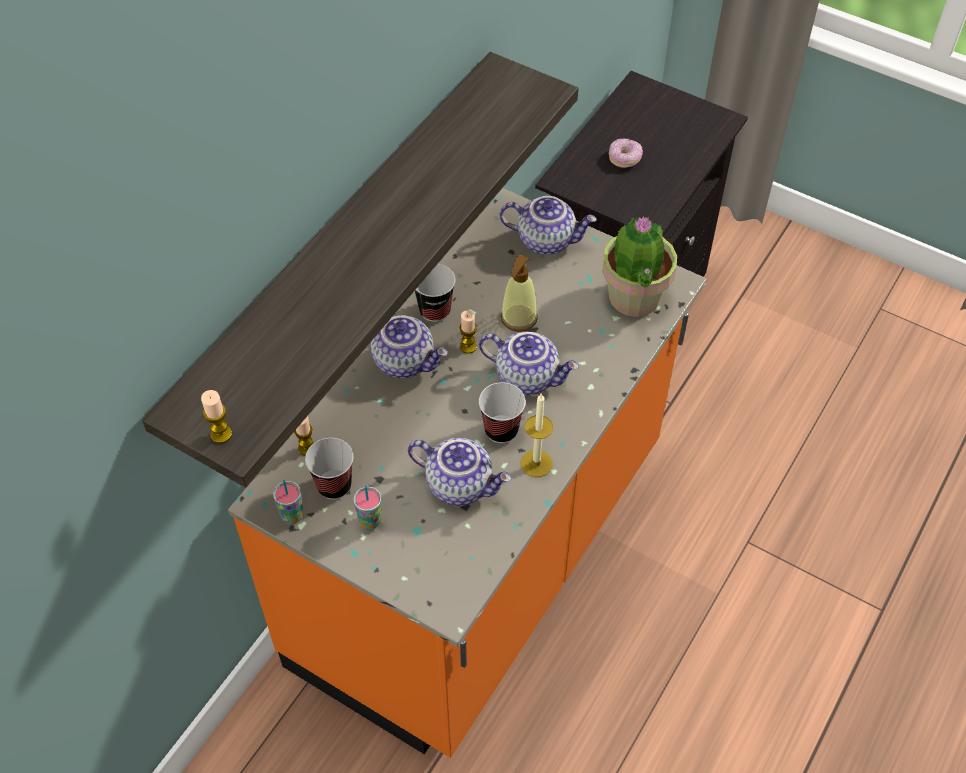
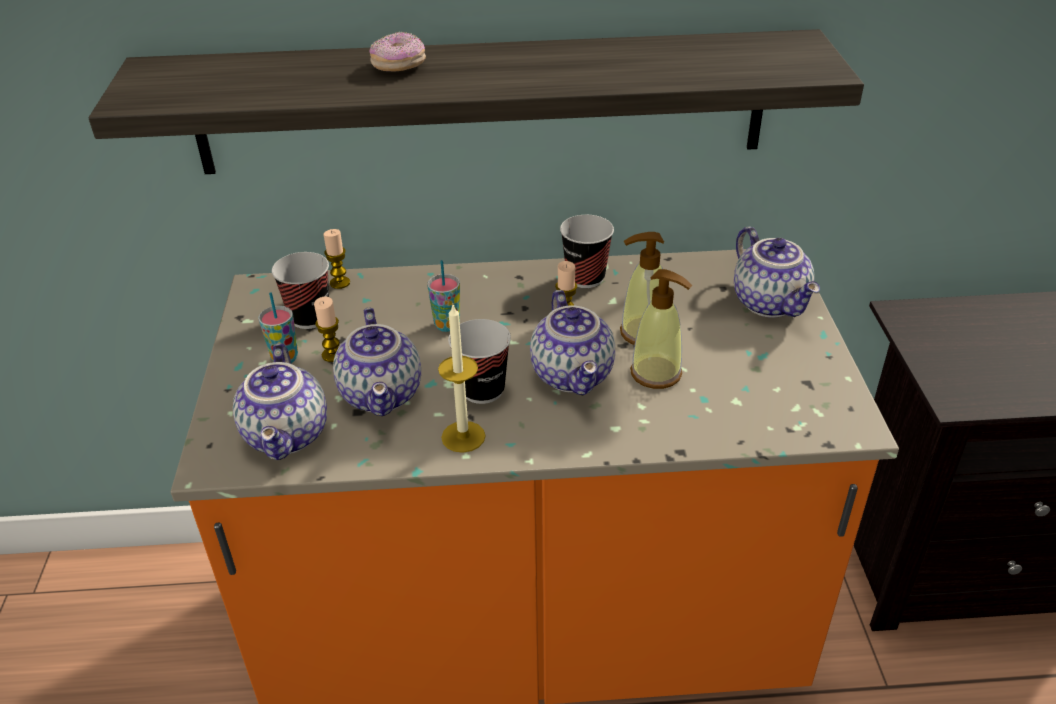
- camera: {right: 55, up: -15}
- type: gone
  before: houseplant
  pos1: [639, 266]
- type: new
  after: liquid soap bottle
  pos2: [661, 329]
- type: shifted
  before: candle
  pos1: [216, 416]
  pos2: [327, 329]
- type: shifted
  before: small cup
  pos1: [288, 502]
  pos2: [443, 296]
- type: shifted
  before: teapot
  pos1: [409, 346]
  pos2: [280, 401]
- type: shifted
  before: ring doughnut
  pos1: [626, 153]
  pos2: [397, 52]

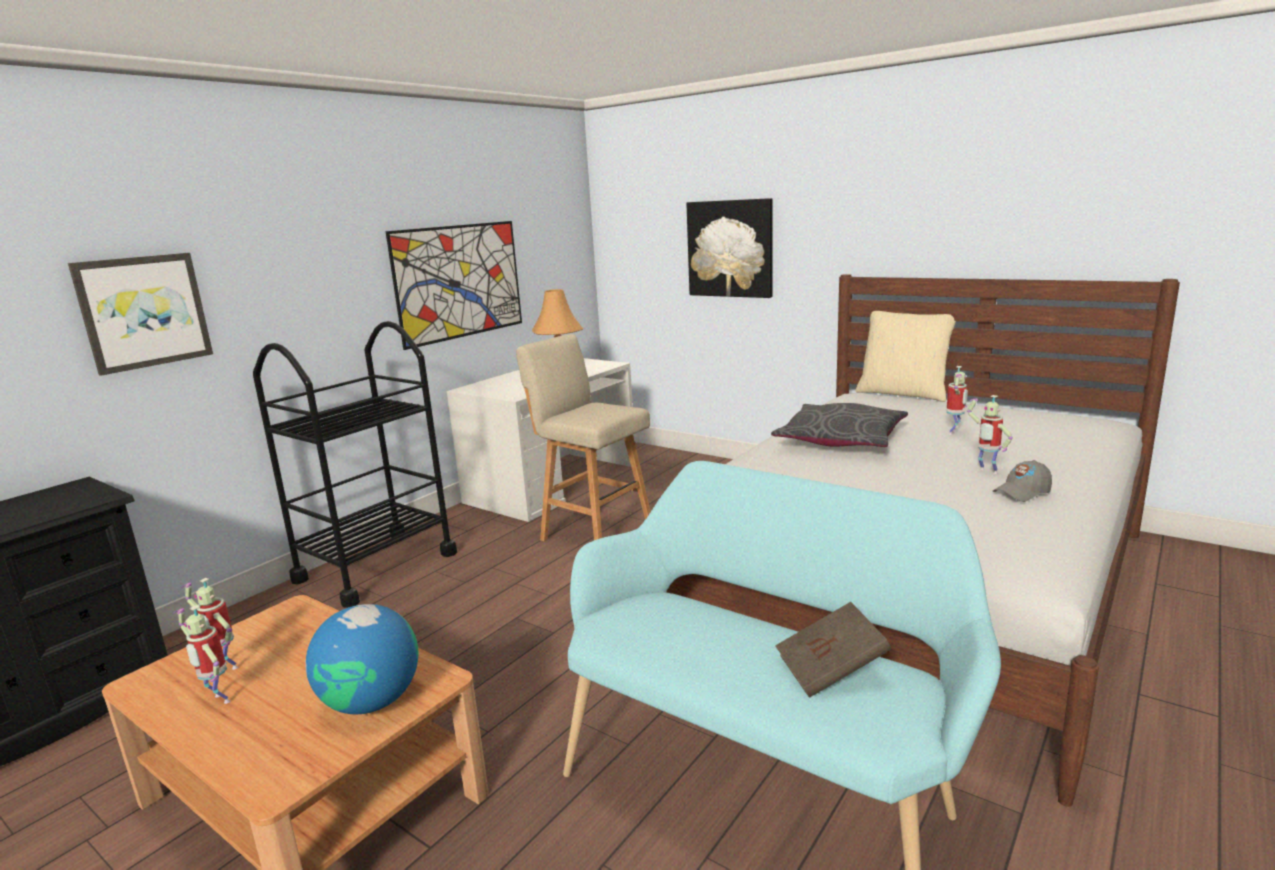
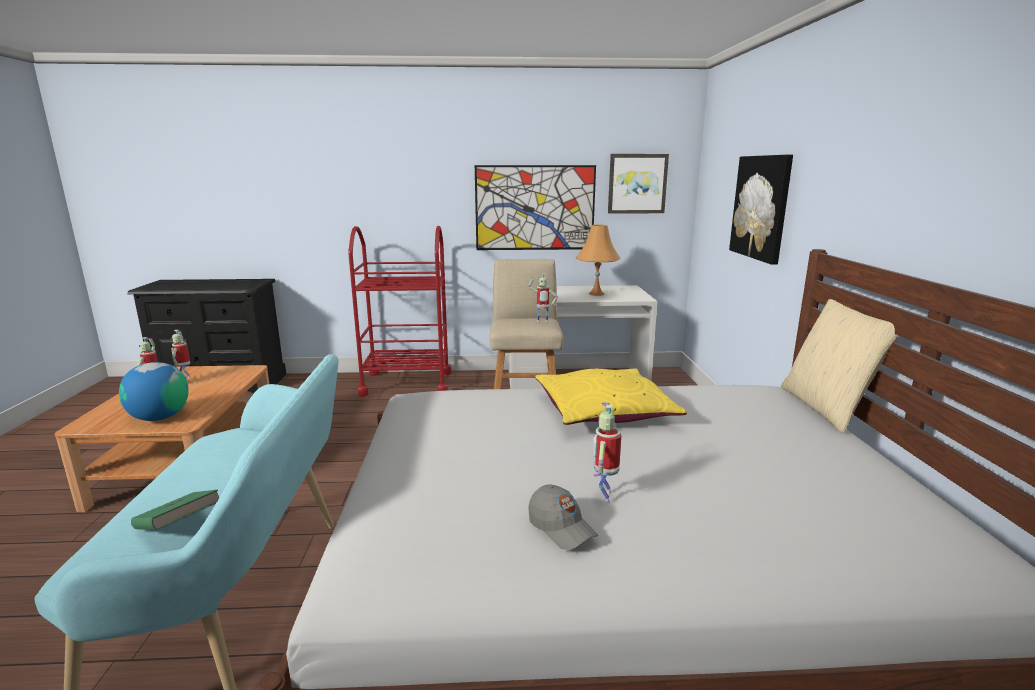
- camera: {right: 50, up: 0}
- type: shifted
  before: wall art
  pos1: [140, 314]
  pos2: [638, 184]
- type: shifted
  before: toy robot
  pos1: [957, 400]
  pos2: [543, 297]
- type: repainted
  before: black wheeled cart
  after: red-coloured wheeled cart
  pos1: [355, 464]
  pos2: [400, 311]
- type: repainted
  before: gray throw pillow
  after: yellowish throw pillow
  pos1: [839, 425]
  pos2: [611, 396]
- type: repainted
  before: brown-coloured book
  after: green-coloured book
  pos1: [833, 650]
  pos2: [175, 510]
- type: rotated
  before: gray peaked cap
  pos1: [1022, 481]
  pos2: [563, 517]
  turn: -150

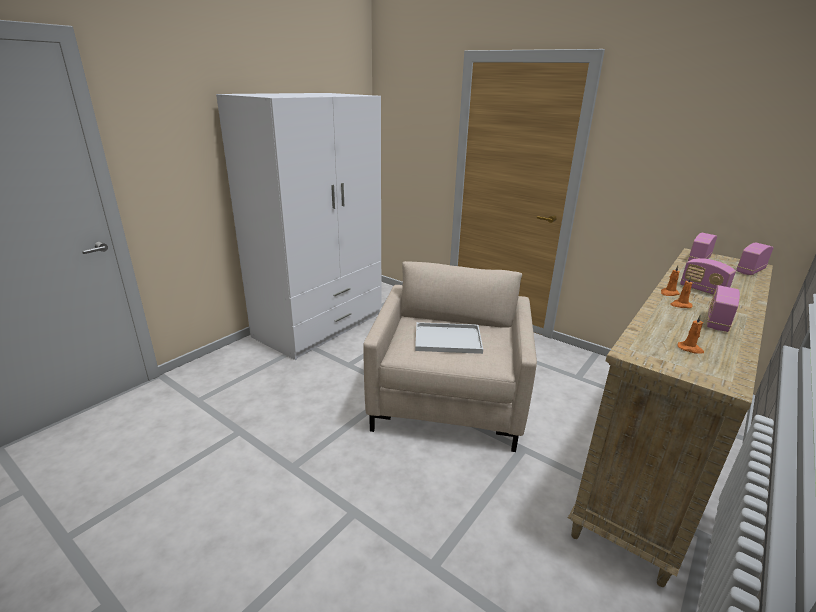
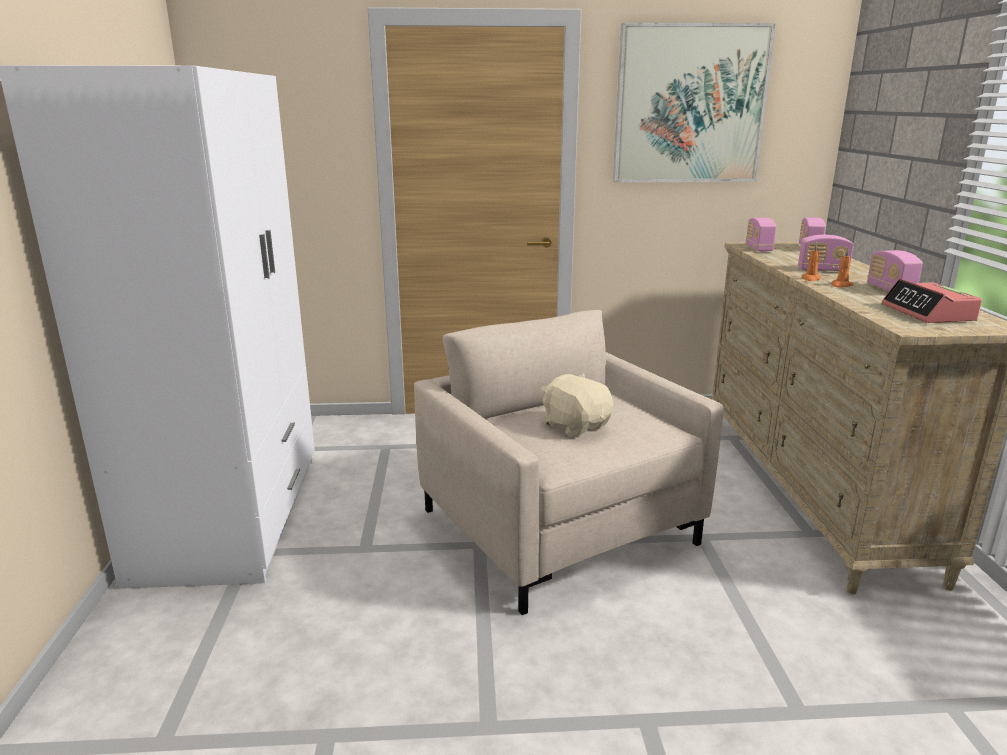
- camera: {right: -40, up: -5}
- type: new
  after: wall art
  pos2: [694, 102]
- type: swapped
  before: white-coloured carrying tray
  after: sand-coloured soft toy
  pos1: [449, 338]
  pos2: [577, 405]
- type: swapped
  before: orange-coloured candle
  after: bedside clock
  pos1: [690, 334]
  pos2: [932, 301]

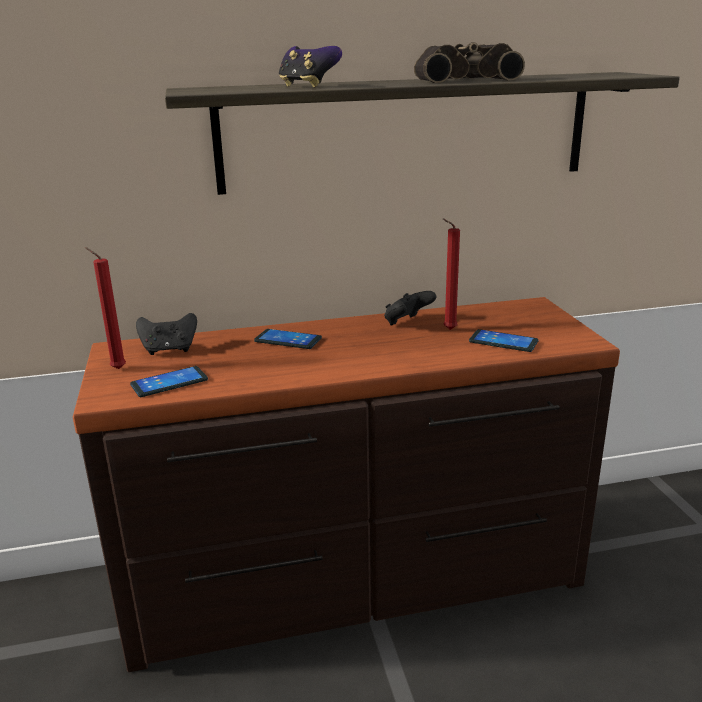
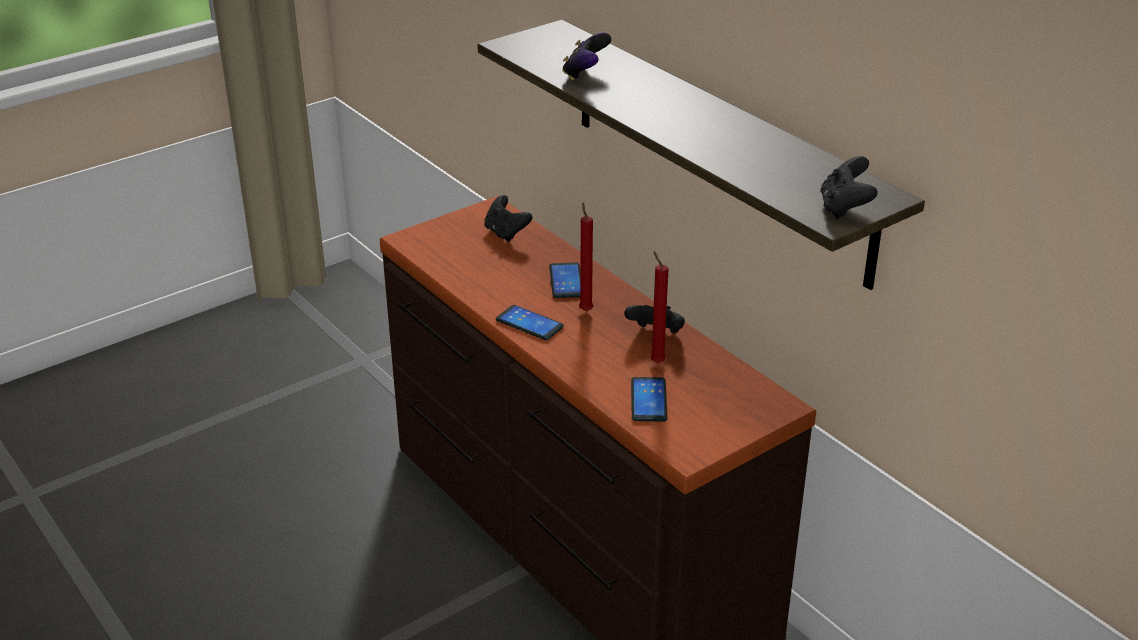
- camera: {right: 65, up: 10}
- type: gone
  before: binoculars
  pos1: [469, 62]
- type: new
  after: black game controller
  pos2: [849, 187]
- type: shifted
  before: red-coloured candle
  pos1: [105, 308]
  pos2: [586, 256]
- type: shifted
  before: phone
  pos1: [169, 381]
  pos2: [530, 322]

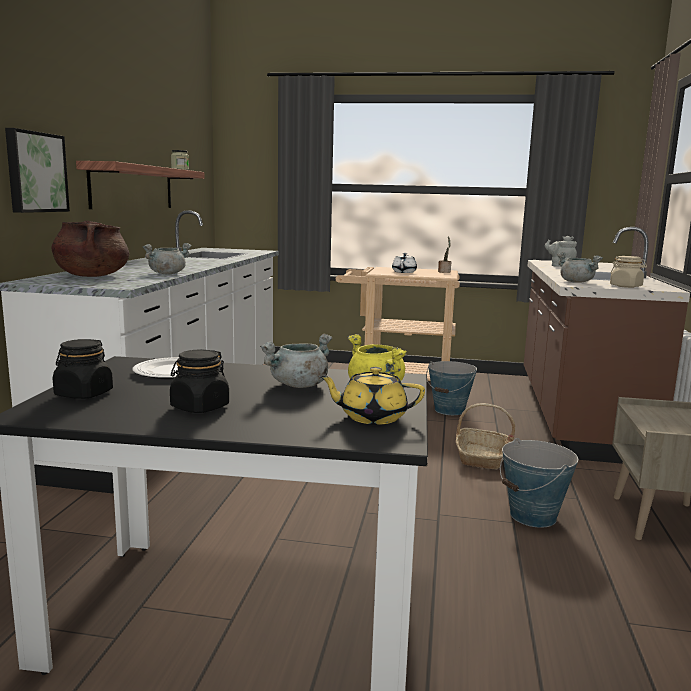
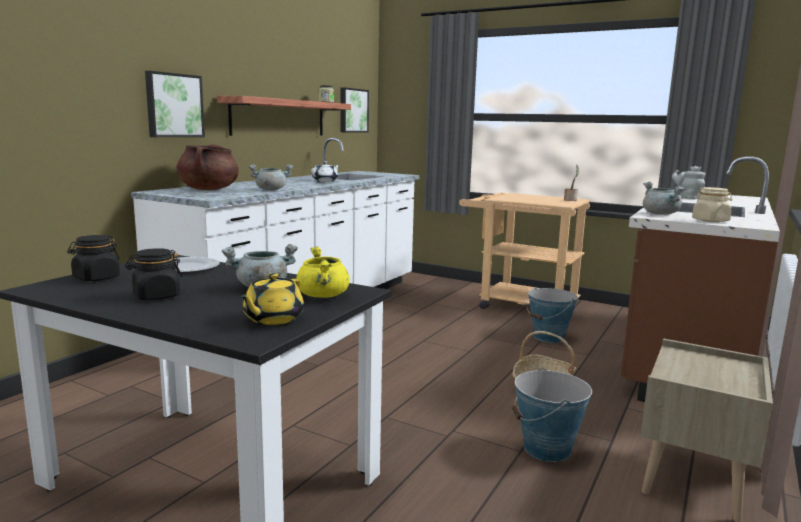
- camera: {right: 20, up: 0}
- type: new
  after: wall art
  pos2: [355, 110]
- type: shifted
  before: white-coloured teapot
  pos1: [404, 263]
  pos2: [325, 171]
- type: rotated
  before: yellowish teapot
  pos1: [372, 396]
  pos2: [272, 299]
  turn: -90

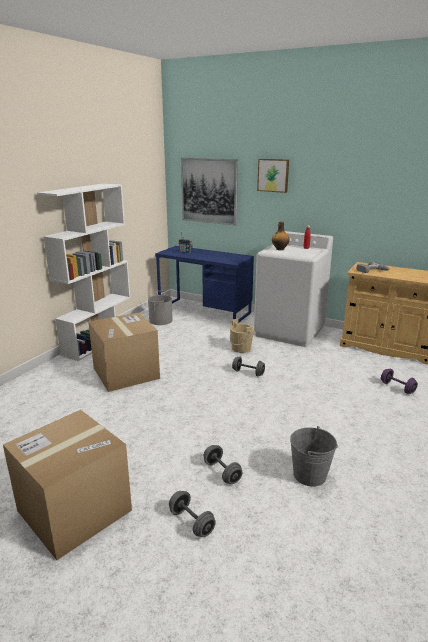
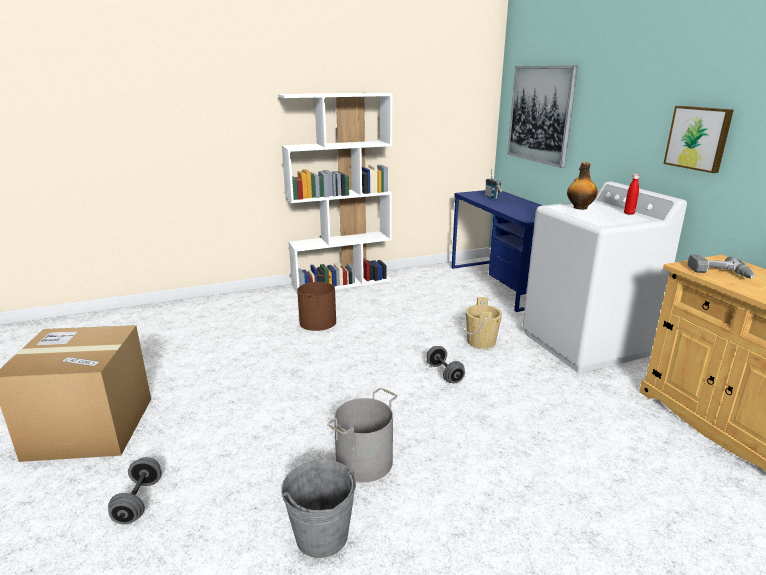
- camera: {right: 40, up: 0}
- type: gone
  before: gray hand weight
  pos1: [223, 464]
- type: gone
  before: purple-coloured hand weight
  pos1: [399, 381]
- type: shifted
  before: gray pail
  pos1: [160, 308]
  pos2: [362, 435]
- type: shifted
  before: wall art
  pos1: [273, 176]
  pos2: [698, 139]
- type: swapped
  before: carton
  after: brown-coloured pail
  pos1: [124, 352]
  pos2: [316, 303]

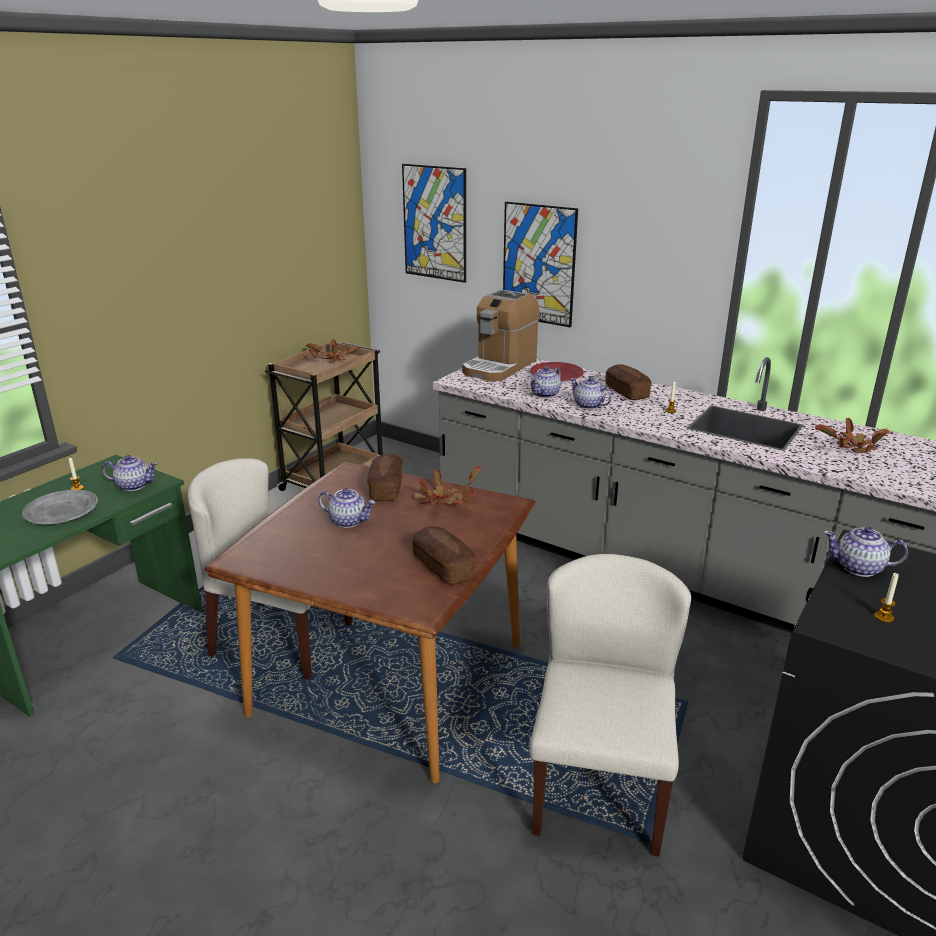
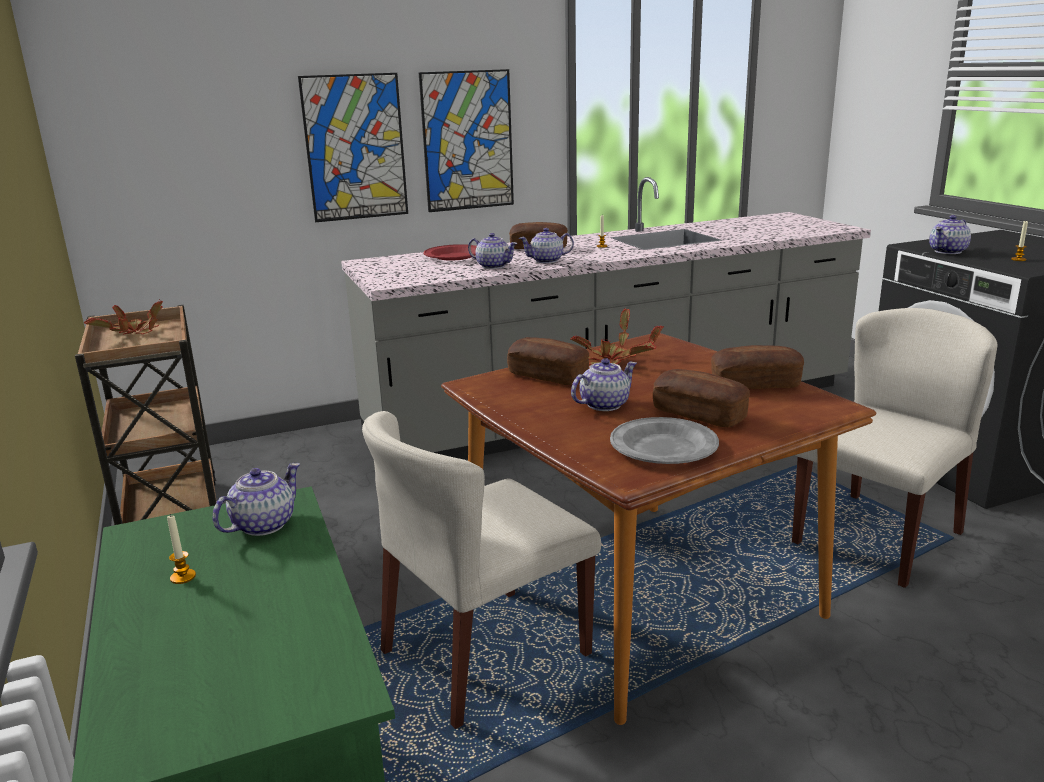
- camera: {right: -55, up: -5}
- type: gone
  before: coffee maker
  pos1: [500, 335]
- type: gone
  before: houseplant
  pos1: [852, 435]
- type: new
  after: bread
  pos2: [701, 398]
- type: shifted
  before: gray plate
  pos1: [60, 507]
  pos2: [664, 440]
- type: shifted
  before: wall art
  pos1: [434, 223]
  pos2: [466, 140]
- type: rotated
  before: sand-coloured upright chair
  pos1: [610, 705]
  pos2: [895, 448]
  turn: 90
- type: rotated
  before: teapot
  pos1: [546, 382]
  pos2: [493, 251]
  turn: -45

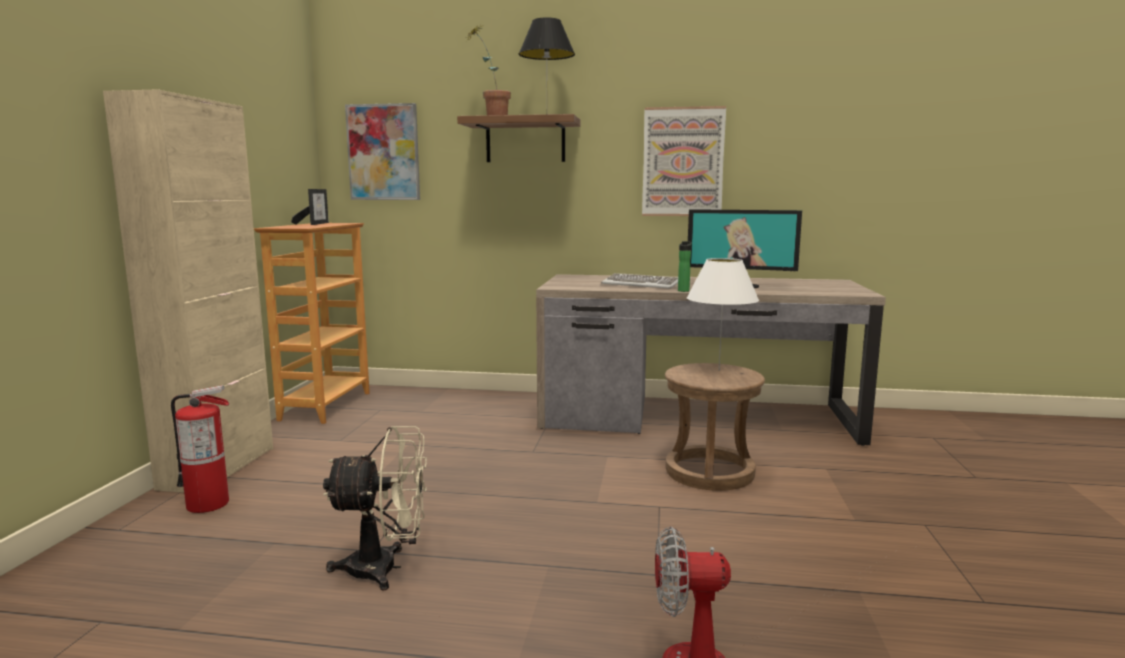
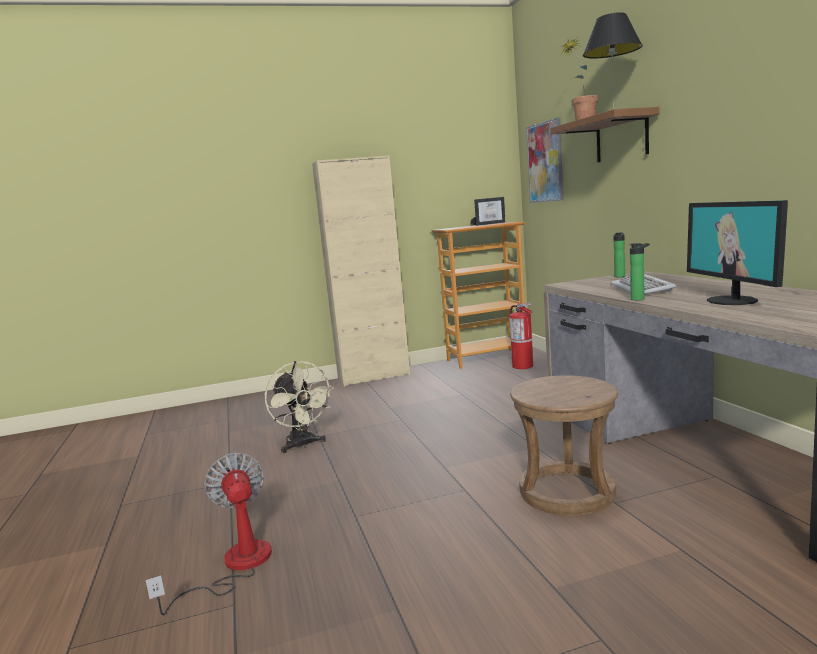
- camera: {right: 65, up: 0}
- type: gone
  before: wall art
  pos1: [684, 161]
- type: gone
  before: white-coloured table lamp
  pos1: [723, 314]
- type: new
  after: beverage bottle
  pos2: [619, 254]
- type: shifted
  before: fire extinguisher
  pos1: [200, 449]
  pos2: [521, 336]

